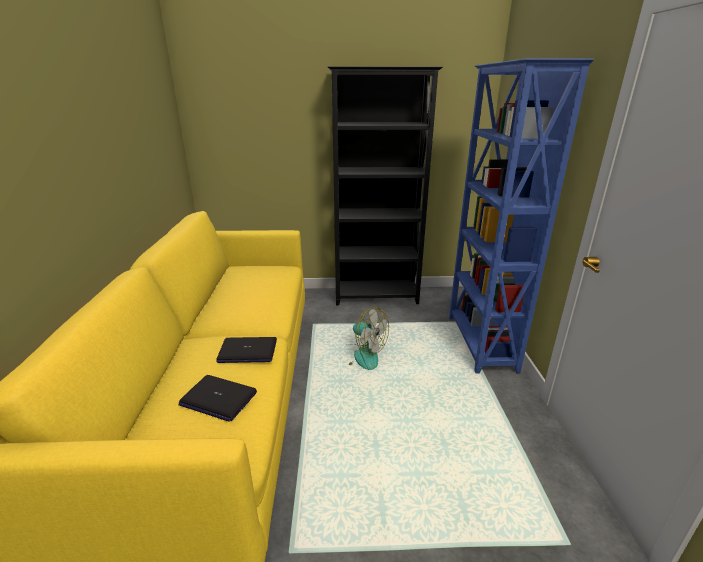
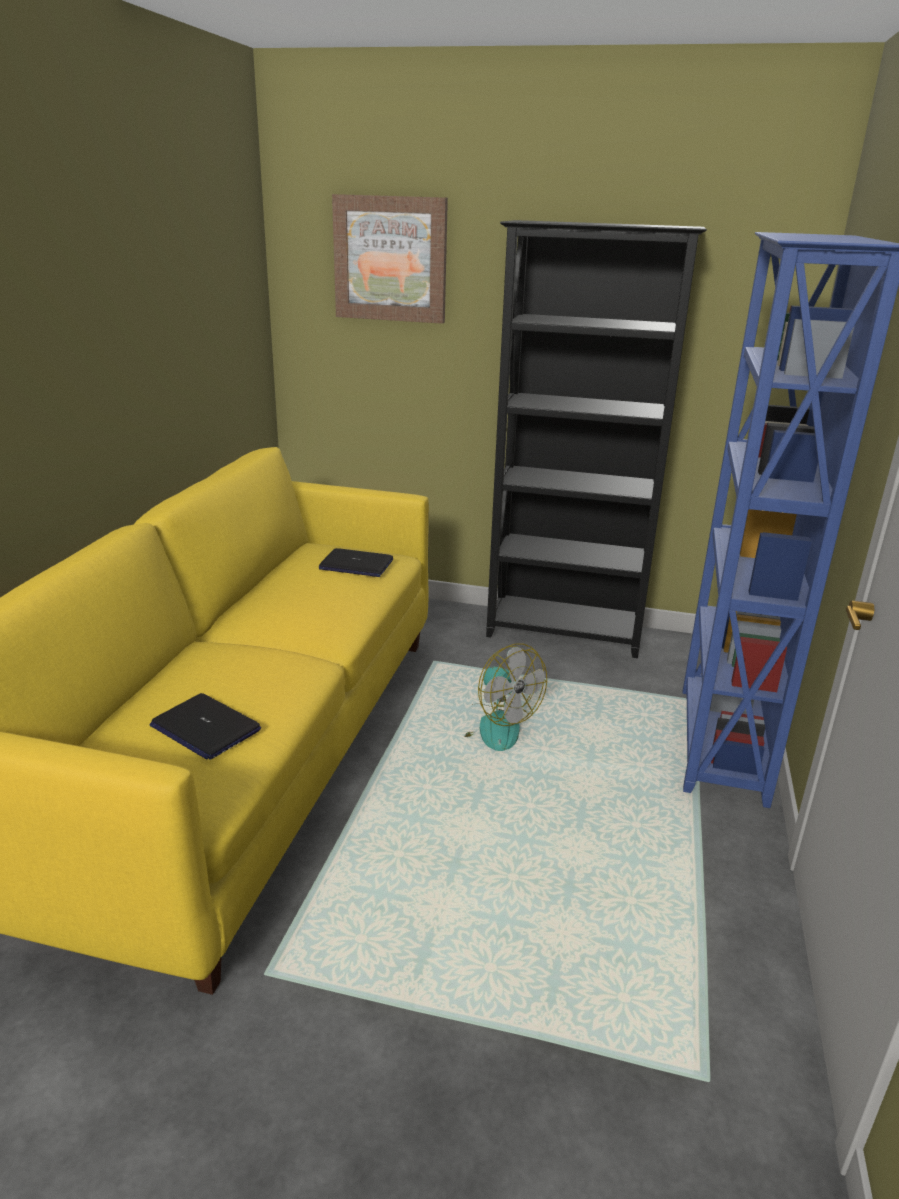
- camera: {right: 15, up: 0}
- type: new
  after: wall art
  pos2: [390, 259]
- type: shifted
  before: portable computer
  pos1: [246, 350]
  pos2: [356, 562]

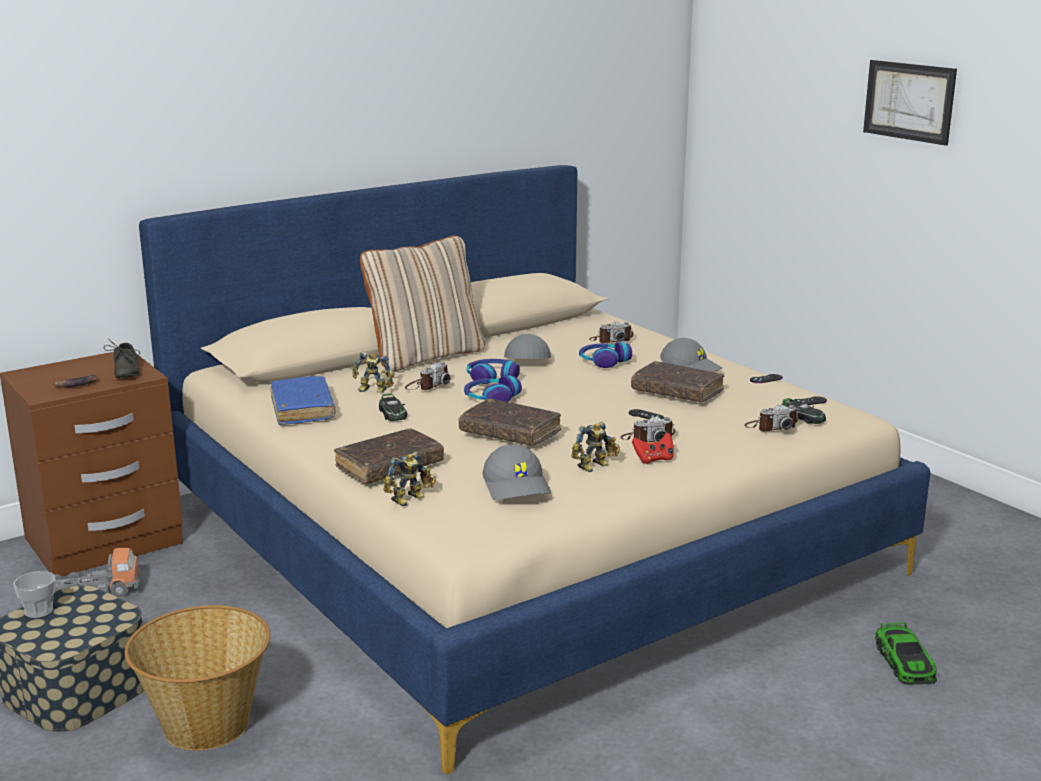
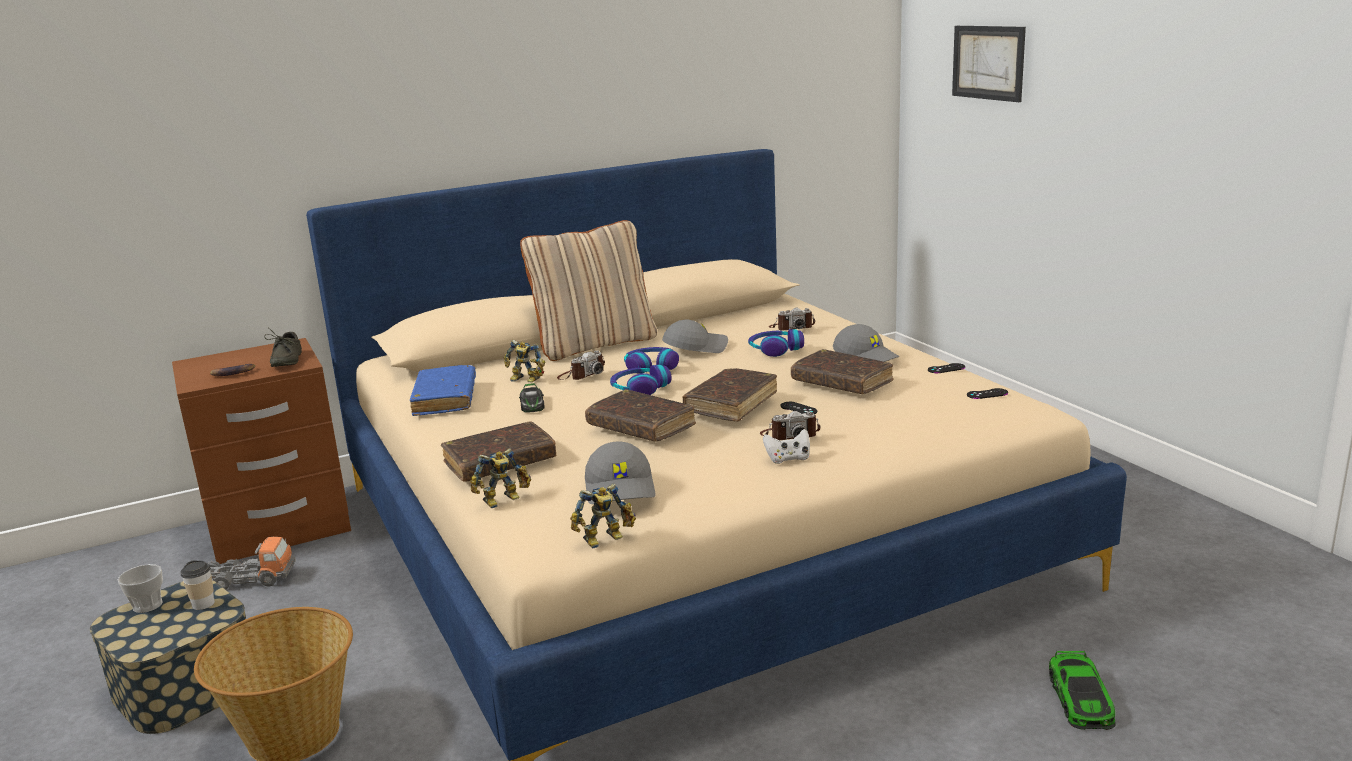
- camera: {right: 10, up: 0}
- type: gone
  before: photo camera
  pos1: [771, 418]
- type: gone
  before: model car
  pos1: [804, 411]
- type: new
  after: small cup
  pos2: [197, 585]
- type: new
  after: brown-coloured book
  pos2: [729, 395]
- type: shifted
  before: toy robot
  pos1: [595, 447]
  pos2: [603, 516]
- type: shifted
  before: wall art
  pos1: [910, 103]
  pos2: [989, 64]
- type: repainted
  before: red-coloured game controller
  after: white-coloured game controller
  pos1: [653, 448]
  pos2: [786, 446]
- type: rotated
  before: gray peaked cap
  pos1: [527, 346]
  pos2: [695, 336]
  turn: 60

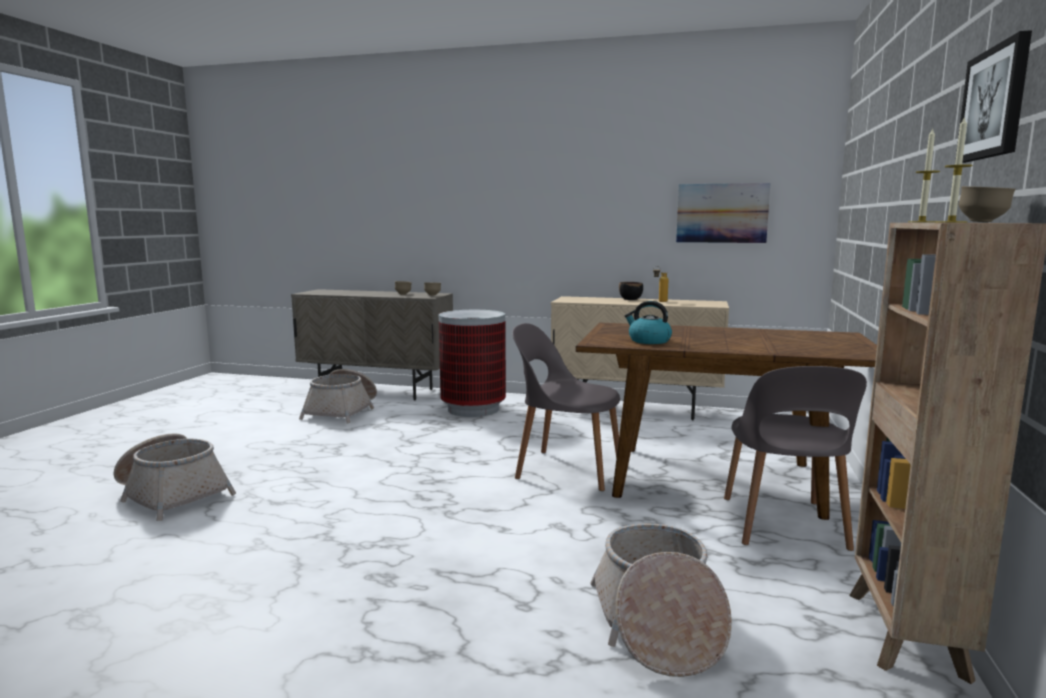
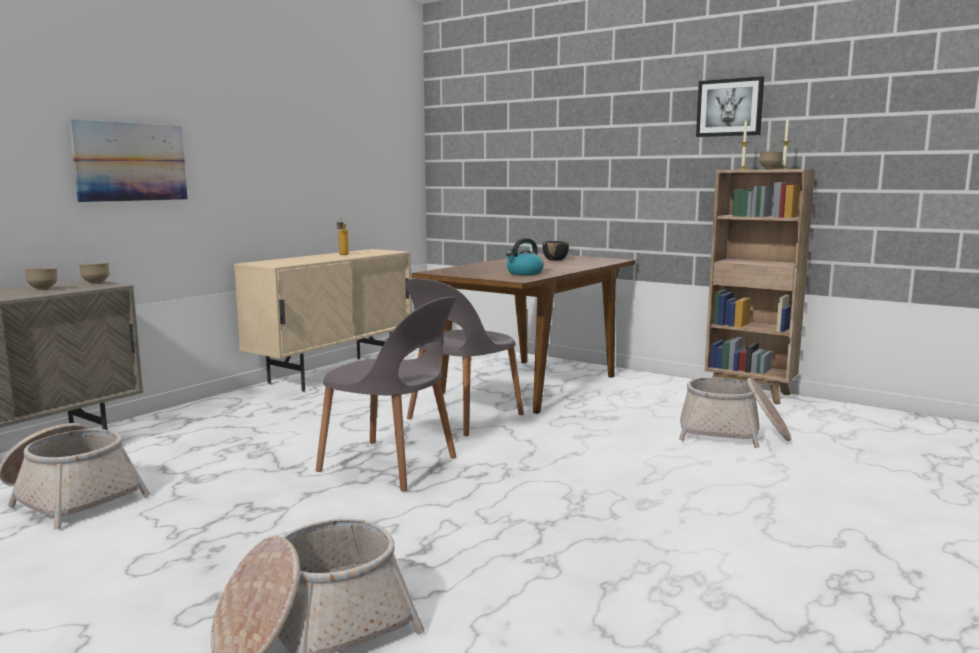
- camera: {right: -70, up: 0}
- type: gone
  before: waste bin
  pos1: [472, 363]
- type: shifted
  before: black bowl
  pos1: [631, 291]
  pos2: [556, 251]
- type: shifted
  before: wall art
  pos1: [723, 213]
  pos2: [128, 160]
- type: shifted
  before: gray upright chair
  pos1: [795, 458]
  pos2: [386, 394]

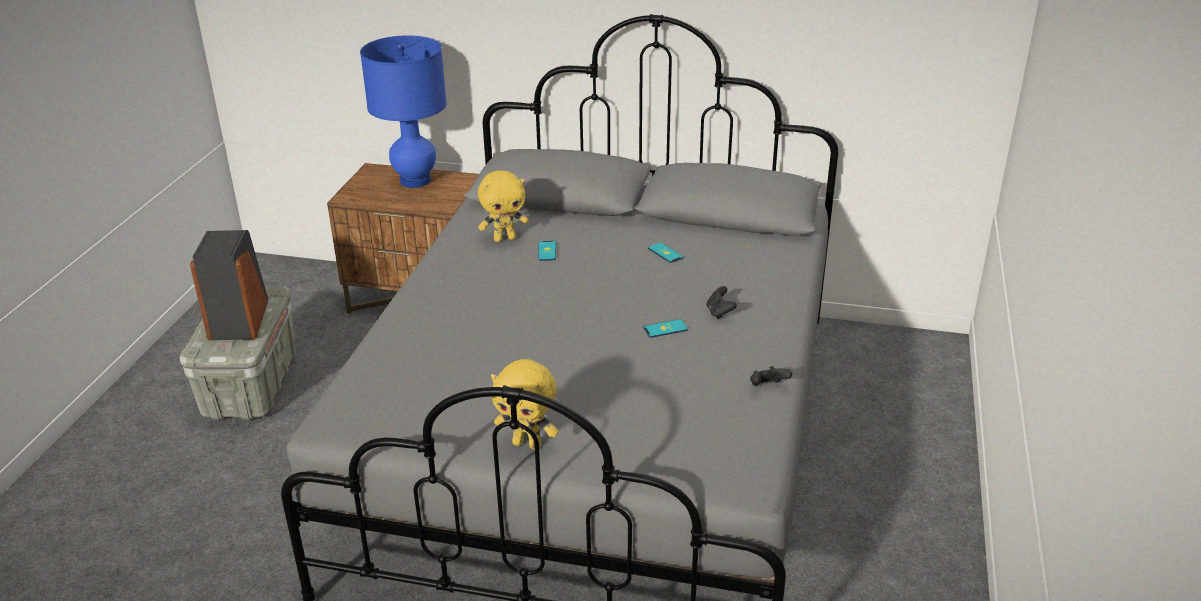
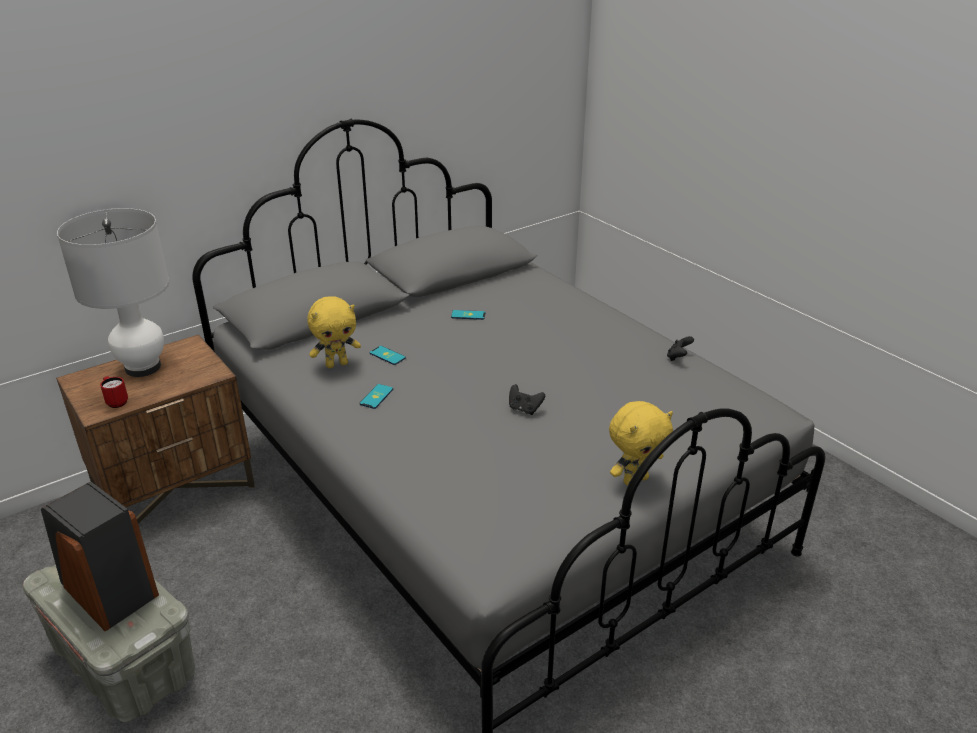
- camera: {right: -50, up: 0}
- type: new
  after: red-coloured tea mug
  pos2: [114, 392]
- type: shifted
  before: phone
  pos1: [665, 328]
  pos2: [376, 396]
- type: shifted
  before: black game controller
  pos1: [721, 302]
  pos2: [527, 399]
- type: repainted
  before: blue table lamp
  after: white-coloured table lamp
  pos1: [403, 111]
  pos2: [113, 292]
- type: rotated
  before: yellowish soft toy
  pos1: [503, 206]
  pos2: [334, 332]
  turn: 45

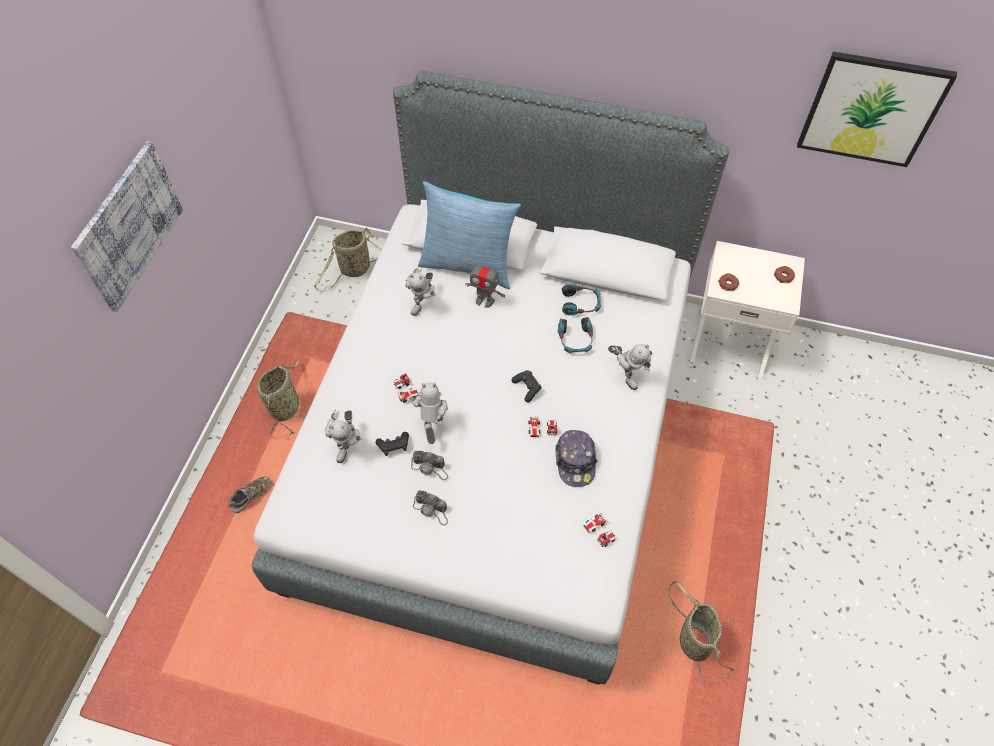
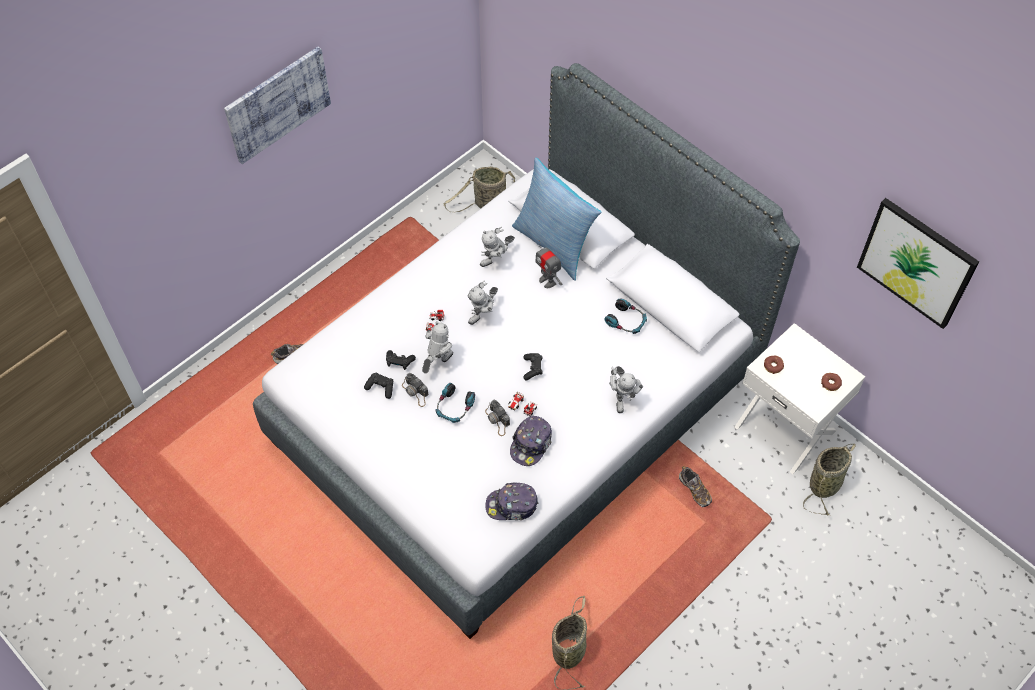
- camera: {right: 30, up: 0}
- type: new
  after: black game controller
  pos2: [378, 386]
- type: new
  after: item of footwear
  pos2: [695, 486]
- type: shifted
  before: household basket
  pos1: [278, 399]
  pos2: [829, 480]
- type: shifted
  before: toy robot
  pos1: [343, 436]
  pos2: [483, 302]
- type: shifted
  before: photo camera
  pos1: [430, 507]
  pos2: [497, 418]
- type: shifted
  before: headphones
  pos1: [575, 335]
  pos2: [455, 403]
- type: swapped
  before: model car
  after: peaked cap
  pos1: [600, 530]
  pos2: [512, 501]

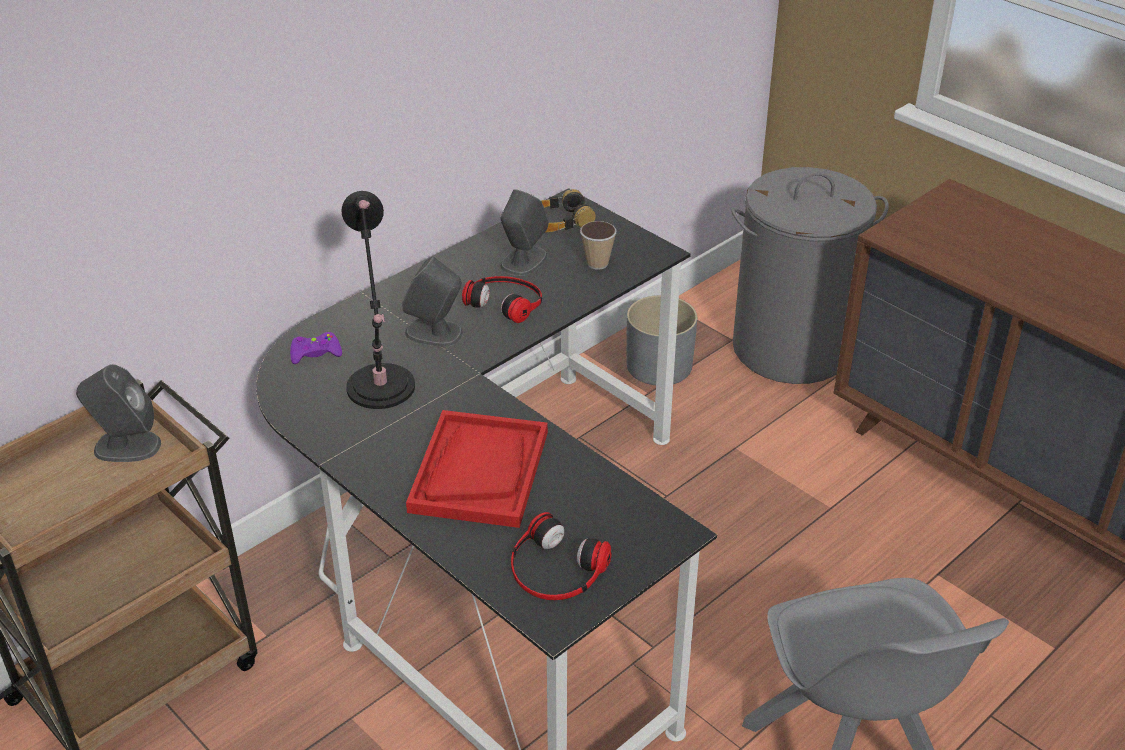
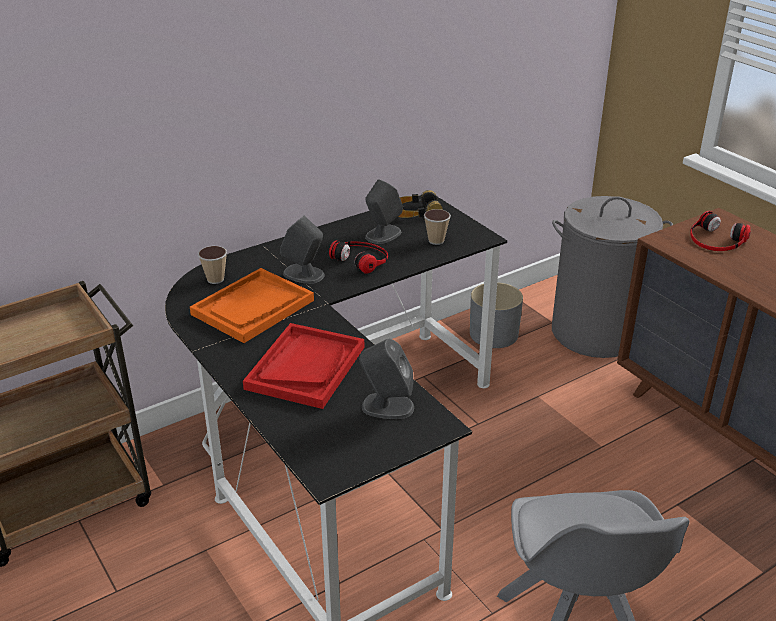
- camera: {right: 10, up: -5}
- type: shifted
  before: gray audio speaker
  pos1: [118, 413]
  pos2: [386, 379]
- type: shifted
  before: headphones
  pos1: [561, 556]
  pos2: [720, 231]
- type: swapped
  before: purple-coloured game controller
  after: small cup
  pos1: [316, 348]
  pos2: [212, 265]
- type: swapped
  before: black table lamp
  after: orange-coloured carrying tray
  pos1: [378, 300]
  pos2: [252, 305]

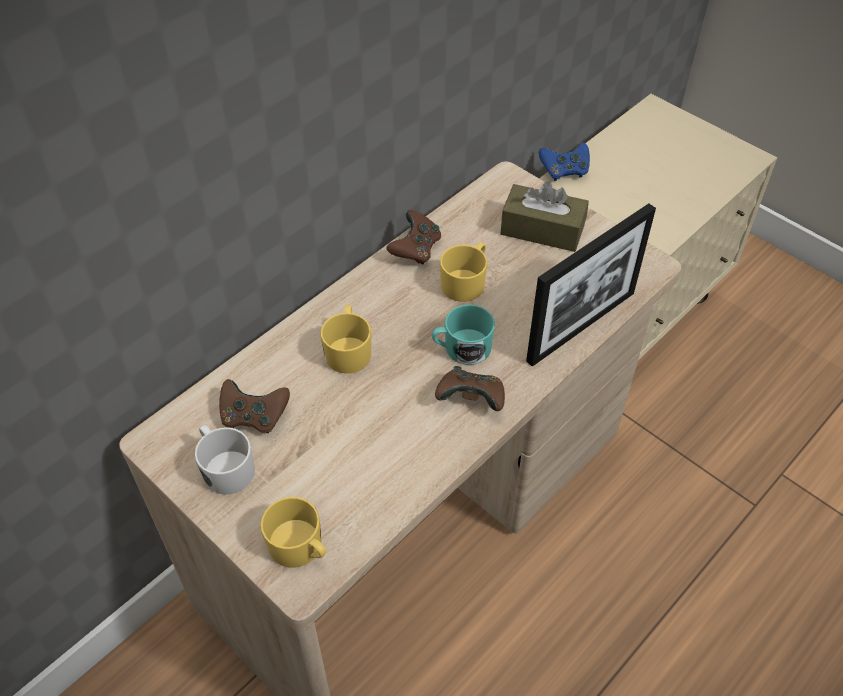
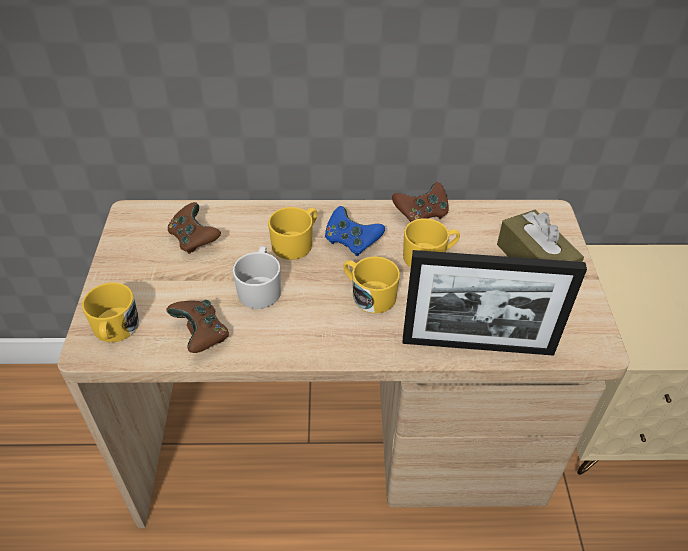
- camera: {right: 45, up: -5}
- type: shifted
  before: white-coloured tea mug
  pos1: [224, 459]
  pos2: [256, 277]
- type: shifted
  before: brown-coloured game controller
  pos1: [470, 388]
  pos2: [197, 326]
- type: shifted
  before: blue game controller
  pos1: [564, 162]
  pos2: [355, 231]
- type: repainted
  before: turquoise-coloured tea mug
  after: yellowish tea mug
  pos1: [463, 334]
  pos2: [371, 284]

